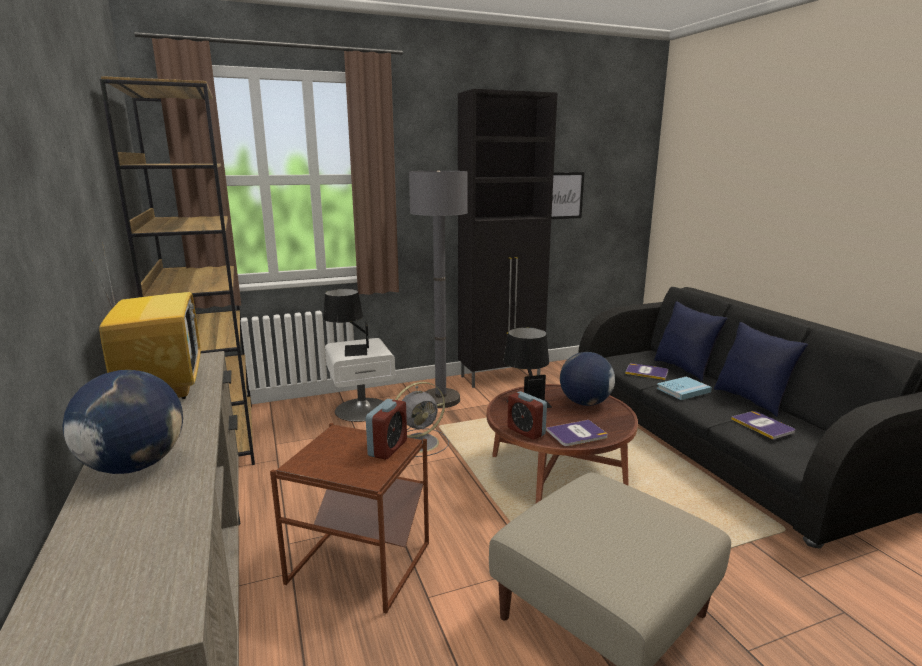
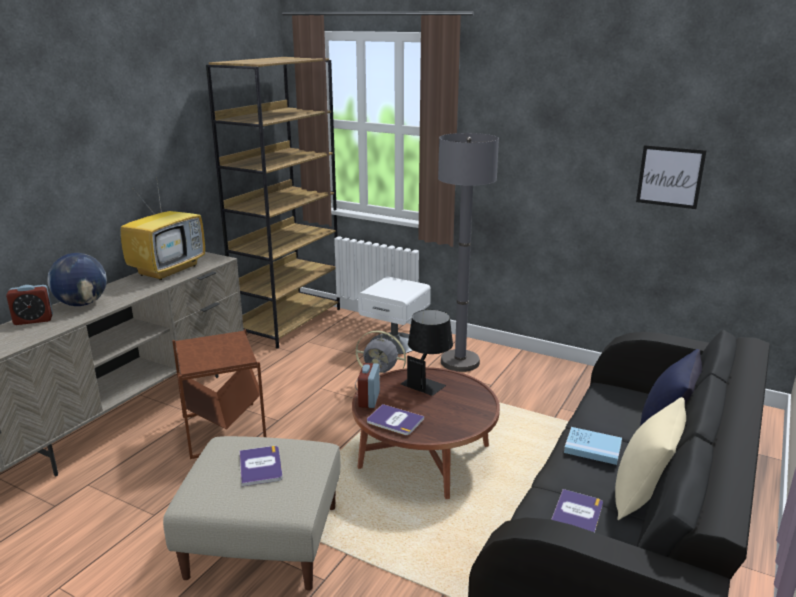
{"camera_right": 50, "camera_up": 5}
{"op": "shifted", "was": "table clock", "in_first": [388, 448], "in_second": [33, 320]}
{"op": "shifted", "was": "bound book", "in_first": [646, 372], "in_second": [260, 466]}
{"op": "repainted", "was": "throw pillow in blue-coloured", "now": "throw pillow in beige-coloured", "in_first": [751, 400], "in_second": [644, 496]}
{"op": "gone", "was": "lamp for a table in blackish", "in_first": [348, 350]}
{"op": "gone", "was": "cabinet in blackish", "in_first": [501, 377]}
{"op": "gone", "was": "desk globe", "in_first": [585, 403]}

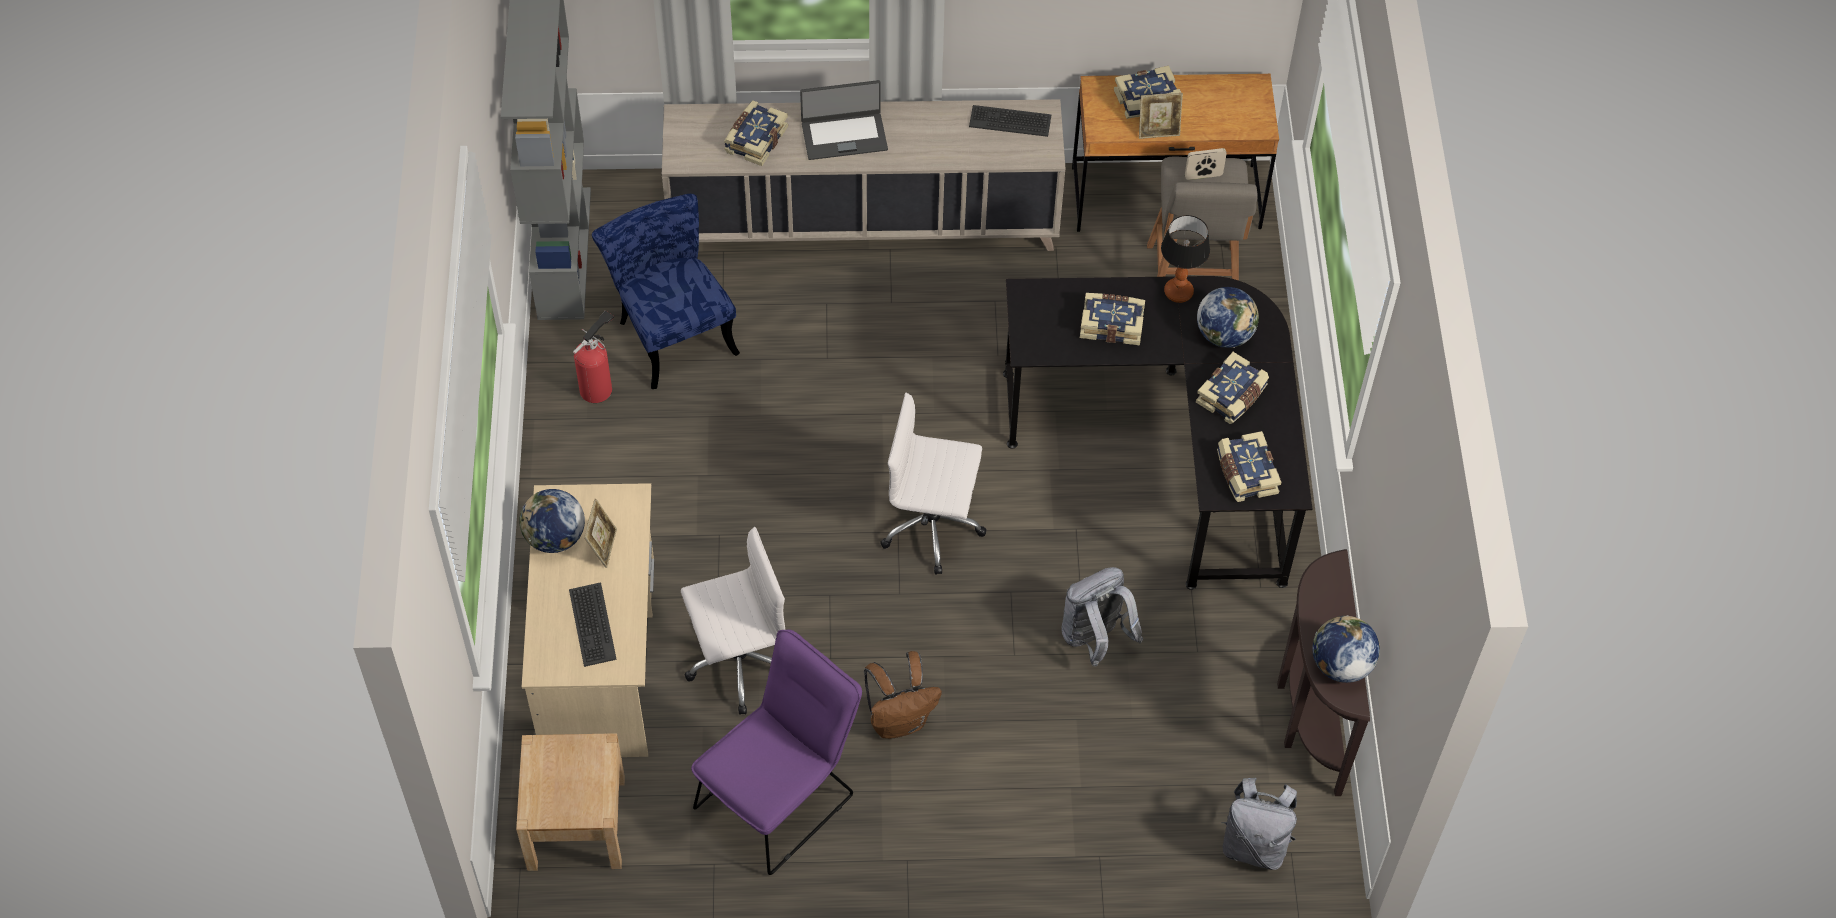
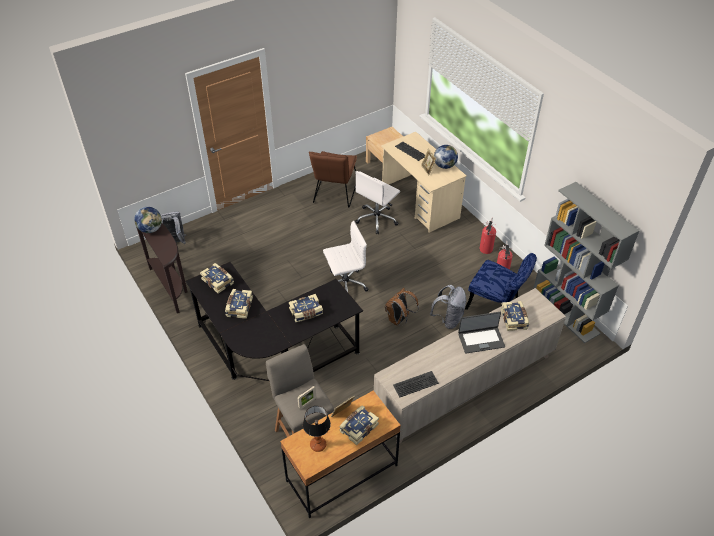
{"camera_right": 150, "camera_up": -10}
{"op": "shifted", "was": "lamp for a table", "in_first": [1179, 292], "in_second": [318, 445]}
{"op": "repainted", "was": "plain chair in purple", "now": "plain chair in brown", "in_first": [782, 795], "in_second": [334, 194]}
{"op": "shifted", "was": "backpack in brown", "in_first": [899, 721], "in_second": [399, 319]}
{"op": "shifted", "was": "backpack in gray", "in_first": [1095, 639], "in_second": [448, 319]}
{"op": "rotated", "was": "laptop", "in_first": [844, 135], "in_second": [481, 340], "clockwise": -150}
{"op": "new", "now": "fire-fighting cylinder", "in_second": [485, 250]}
{"op": "gone", "was": "desk globe", "in_first": [1224, 334]}

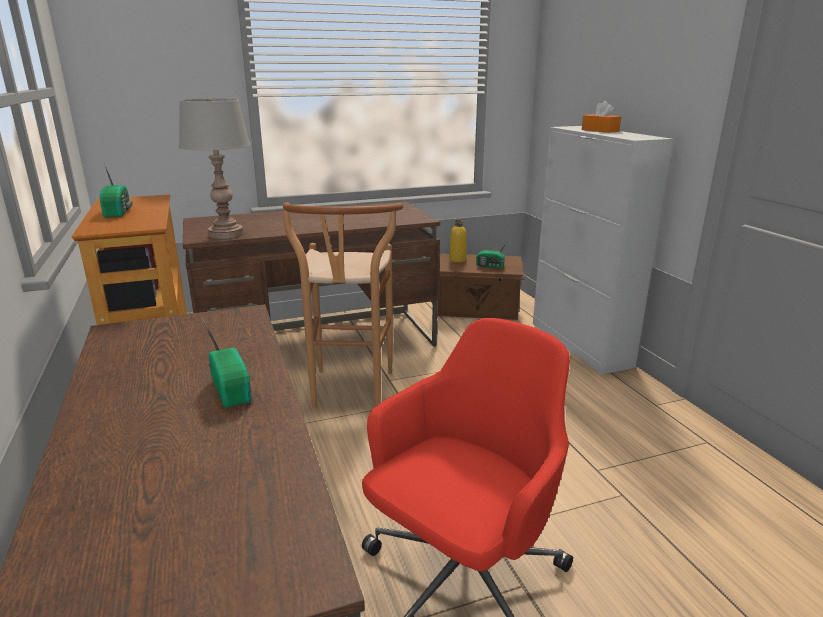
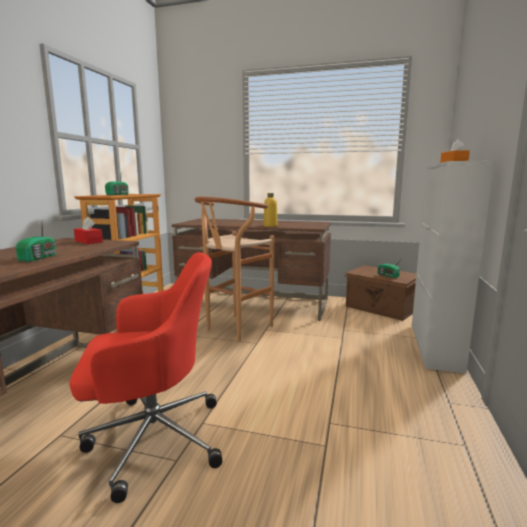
{"camera_right": 35, "camera_up": -10}
{"op": "new", "now": "tissue holder in red", "in_second": [88, 241]}
{"op": "shifted", "was": "drink bottle in yellowish", "in_first": [457, 260], "in_second": [270, 226]}
{"op": "gone", "was": "lamp for a table in gray", "in_first": [226, 234]}

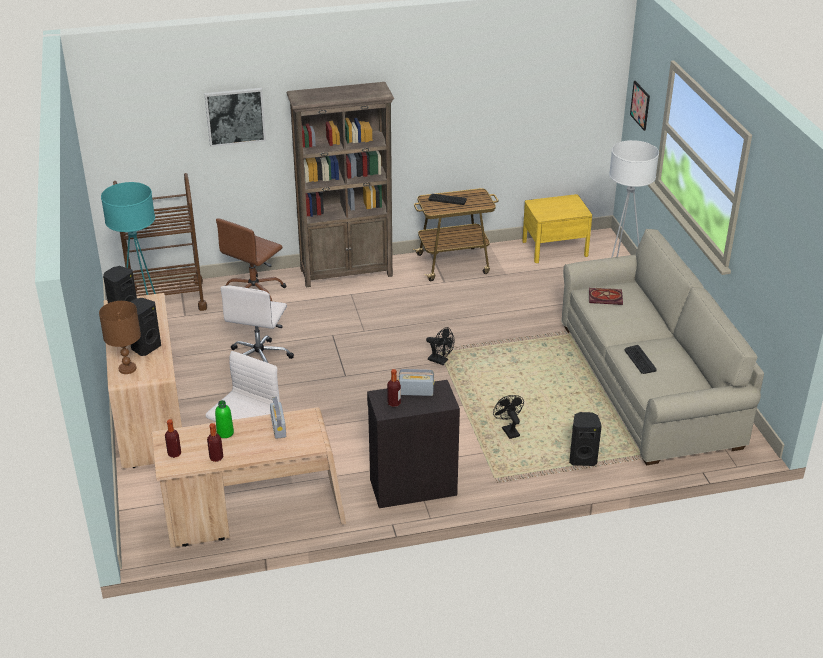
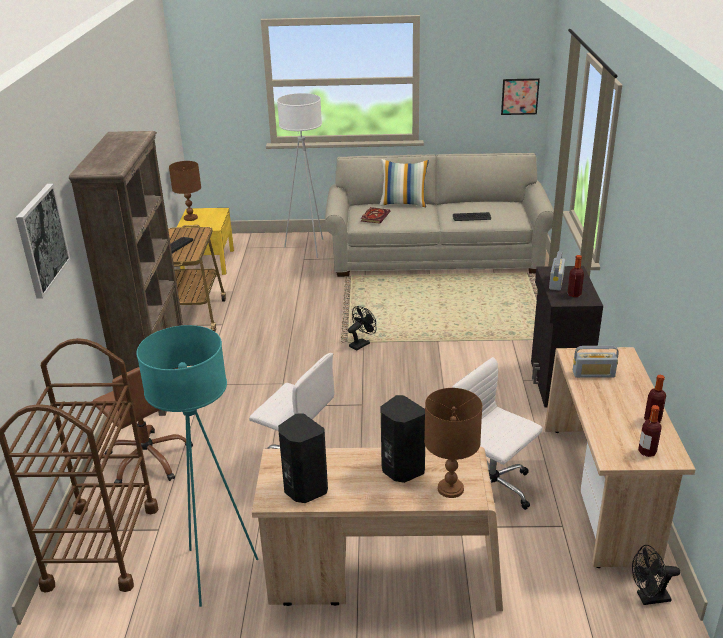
{"camera_right": -75, "camera_up": -5}
{"op": "new", "now": "lamp for a table in brown", "in_second": [190, 218]}
{"op": "new", "now": "throw pillow", "in_second": [403, 203]}
{"op": "shifted", "was": "wall art", "in_first": [640, 105], "in_second": [520, 96]}
{"op": "shifted", "was": "electric fan in blackish", "in_first": [508, 430], "in_second": [648, 598]}
{"op": "gone", "was": "drink bottle in green-coloured", "in_first": [225, 433]}
{"op": "gone", "was": "loudspeaker in blackish", "in_first": [582, 458]}

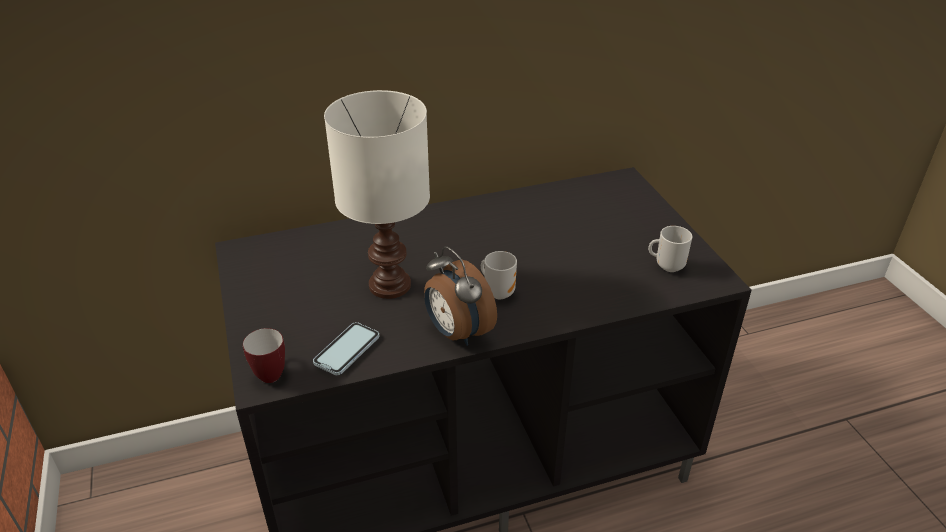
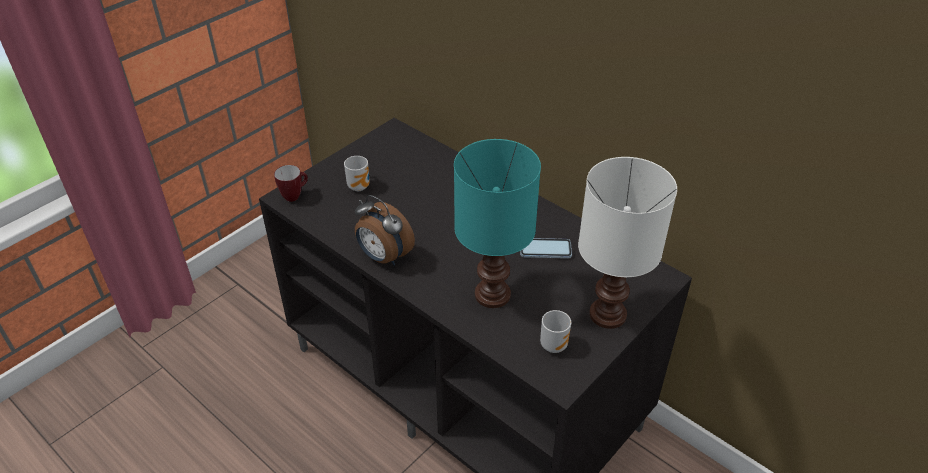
{"camera_right": 60, "camera_up": 5}
{"op": "shifted", "was": "coffee mug", "in_first": [498, 292], "in_second": [360, 186]}
{"op": "rotated", "was": "table clock", "in_first": [457, 333], "in_second": [383, 257], "clockwise": -75}
{"op": "new", "now": "lamp for a table in turquoise-coloured", "in_second": [491, 294]}
{"op": "shifted", "was": "handset", "in_first": [347, 350], "in_second": [545, 249]}
{"op": "shifted", "was": "lamp for a table in whitish", "in_first": [390, 286], "in_second": [607, 315]}

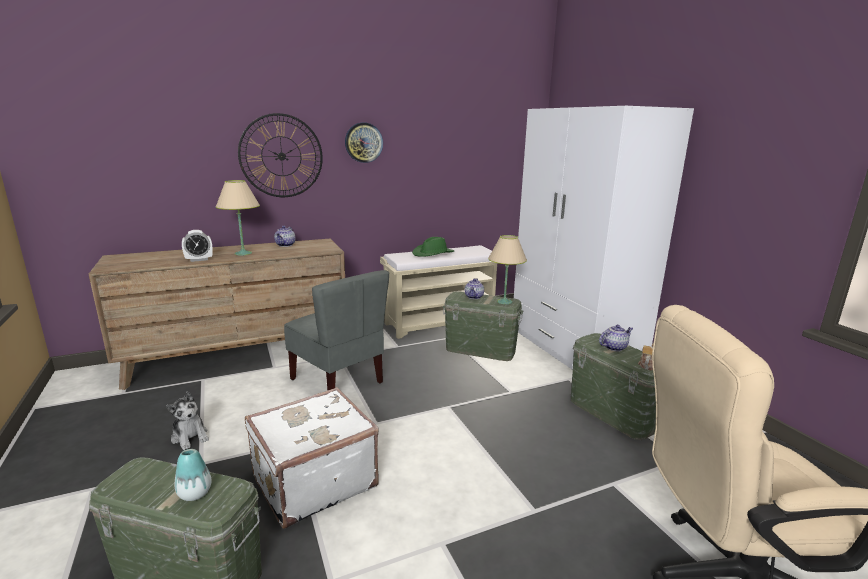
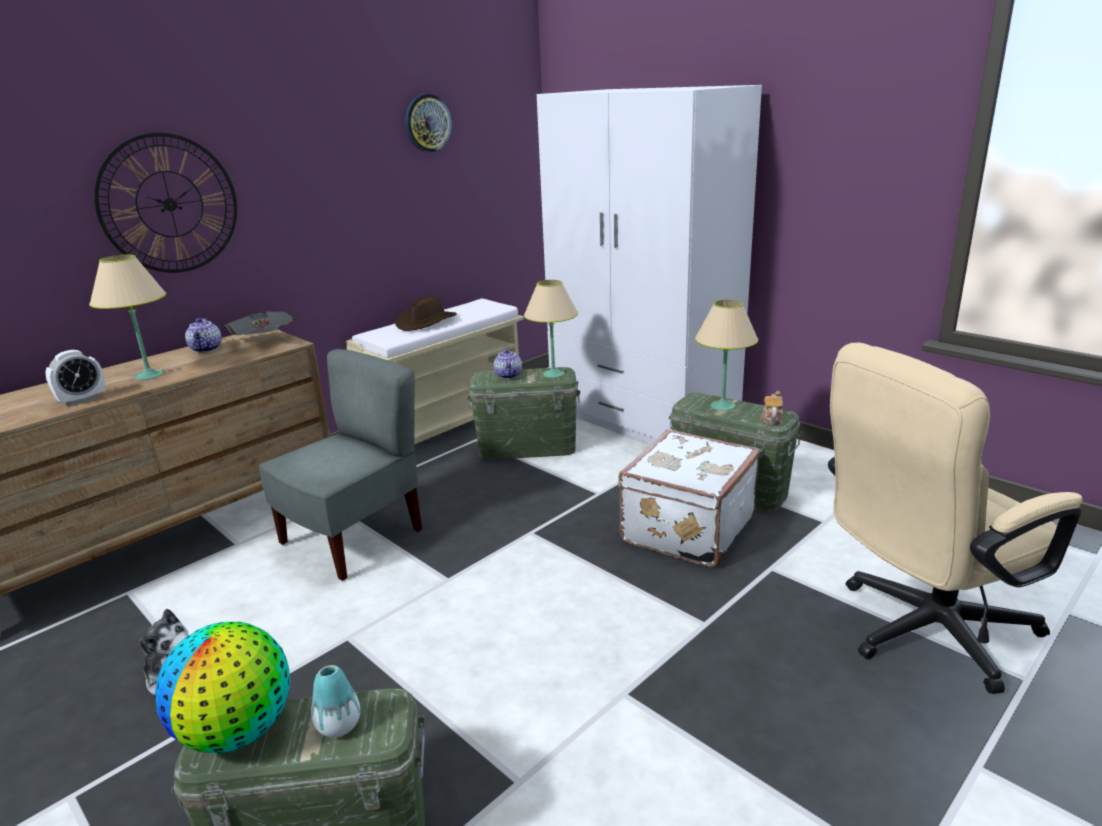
{"camera_right": -20, "camera_up": 5}
{"op": "new", "now": "desk globe", "in_second": [238, 731]}
{"op": "new", "now": "newspaper", "in_second": [264, 341]}
{"op": "rotated", "was": "plain chair in gray", "in_first": [338, 380], "in_second": [354, 538], "clockwise": -75}
{"op": "repainted", "was": "hat in green-coloured", "now": "hat in brown", "in_first": [433, 253], "in_second": [426, 322]}
{"op": "shifted", "was": "clock on the wall", "in_first": [363, 142], "in_second": [427, 123]}
{"op": "shifted", "was": "piece of luggage in whitish", "in_first": [313, 480], "in_second": [685, 528]}
{"op": "swapped", "was": "teapot", "now": "lamp for a table in beige-coloured", "in_first": [614, 347], "in_second": [722, 406]}

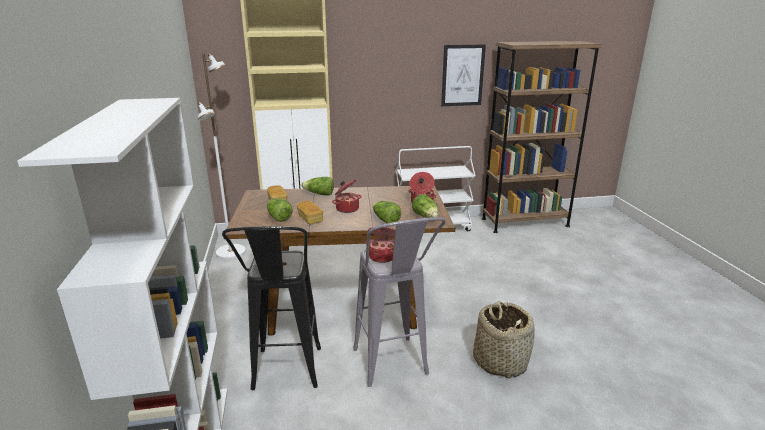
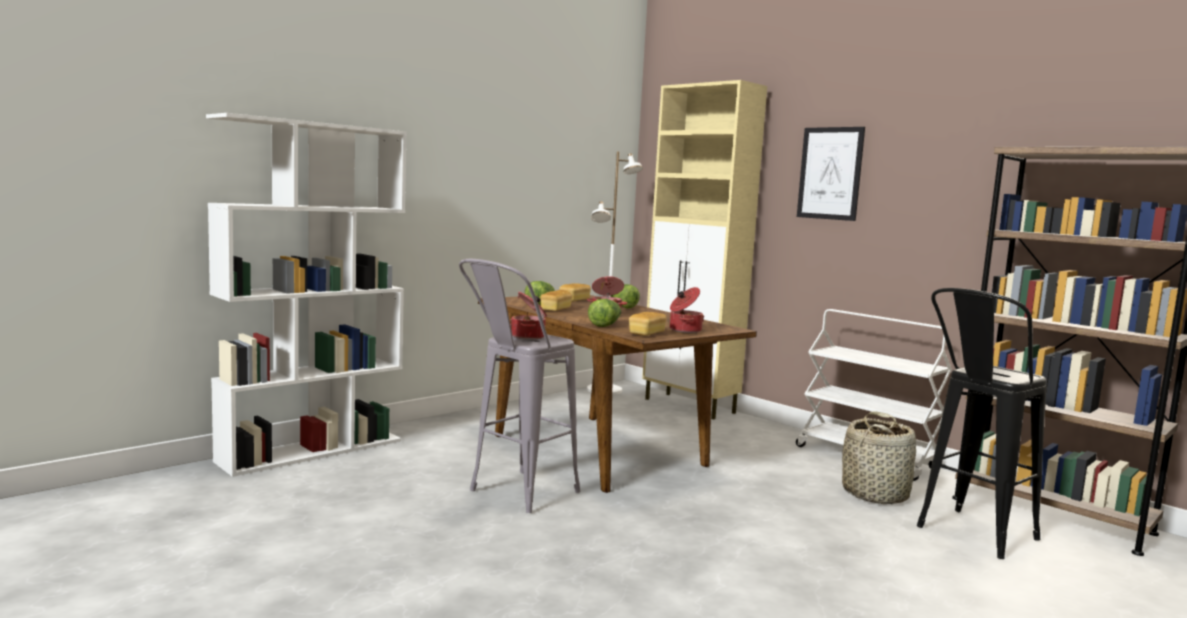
{"camera_right": 55, "camera_up": -15}
{"op": "swapped", "was": "lettuce head", "now": "baked bread", "in_first": [426, 217], "in_second": [647, 333]}
{"op": "shifted", "was": "wall art", "in_first": [462, 75], "in_second": [830, 173]}
{"op": "shifted", "was": "storage basket", "in_first": [500, 361], "in_second": [875, 494]}
{"op": "shifted", "was": "stool seat in blackish", "in_first": [286, 377], "in_second": [968, 537]}

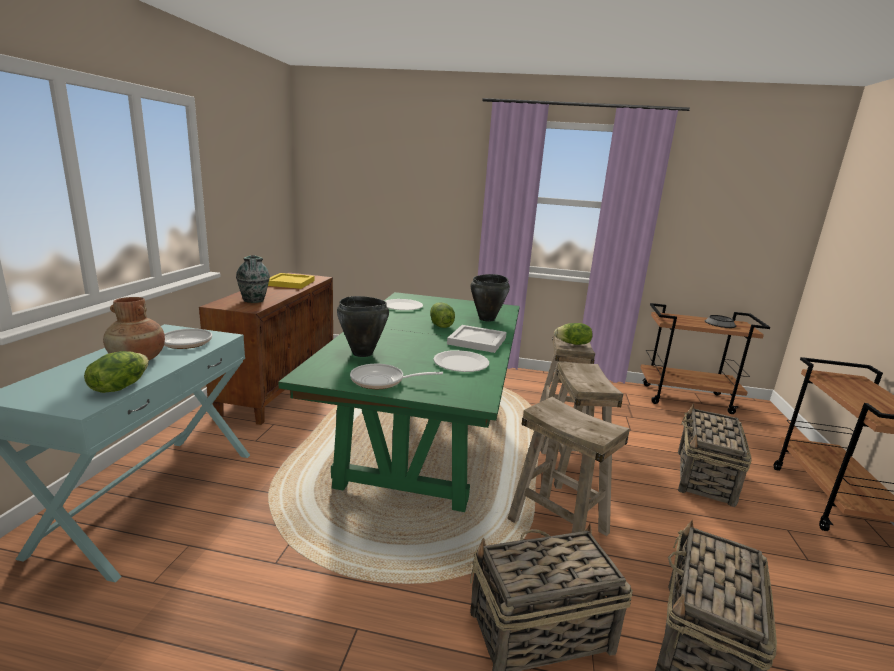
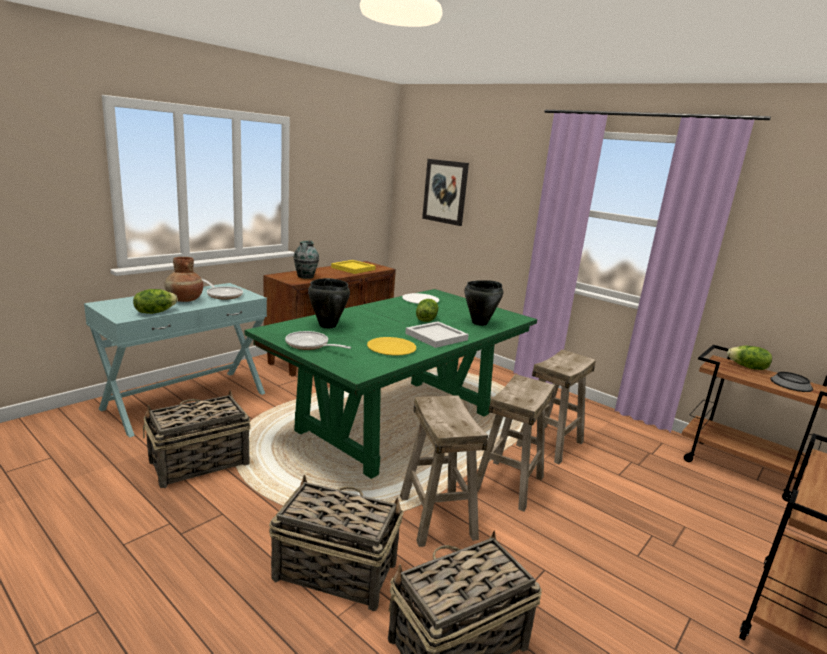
{"camera_right": 30, "camera_up": 0}
{"op": "shifted", "was": "storage basket", "in_first": [704, 478], "in_second": [198, 463]}
{"op": "repainted", "was": "plate in whitish", "now": "plate in yellowish", "in_first": [461, 363], "in_second": [391, 348]}
{"op": "new", "now": "wall art", "in_second": [445, 192]}
{"op": "shifted", "was": "lettuce head", "in_first": [573, 344], "in_second": [747, 367]}

